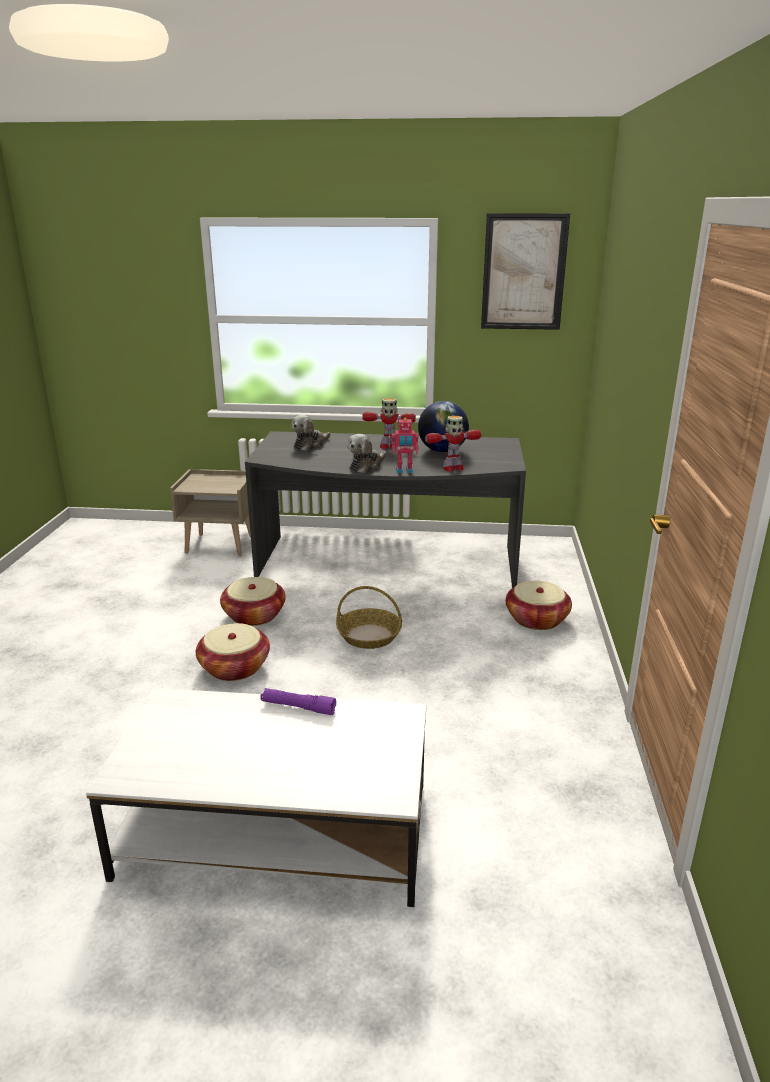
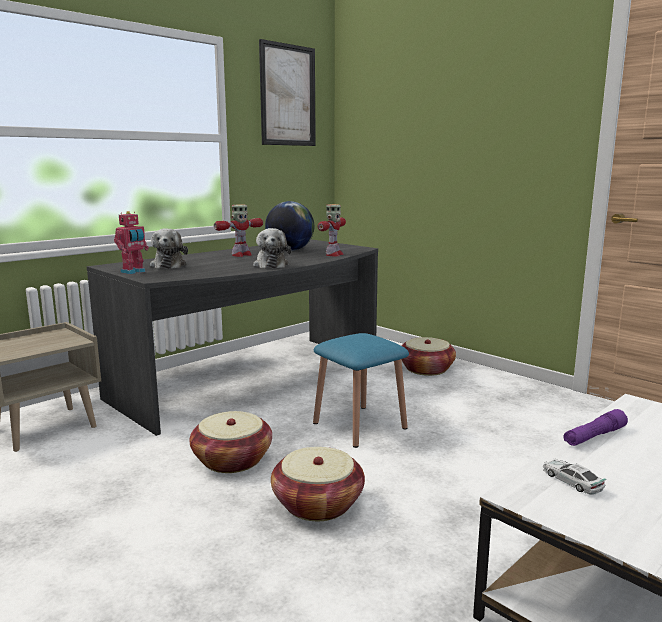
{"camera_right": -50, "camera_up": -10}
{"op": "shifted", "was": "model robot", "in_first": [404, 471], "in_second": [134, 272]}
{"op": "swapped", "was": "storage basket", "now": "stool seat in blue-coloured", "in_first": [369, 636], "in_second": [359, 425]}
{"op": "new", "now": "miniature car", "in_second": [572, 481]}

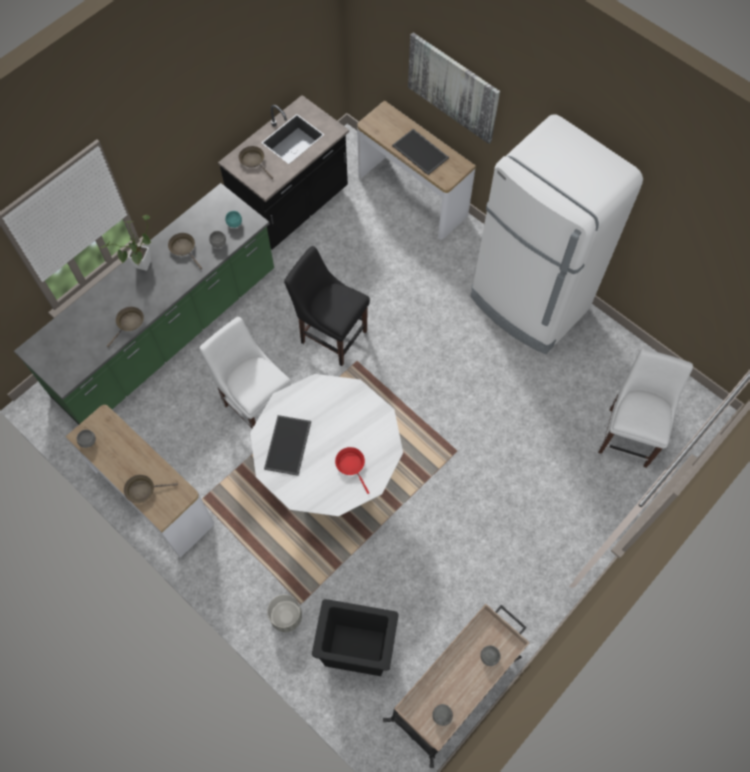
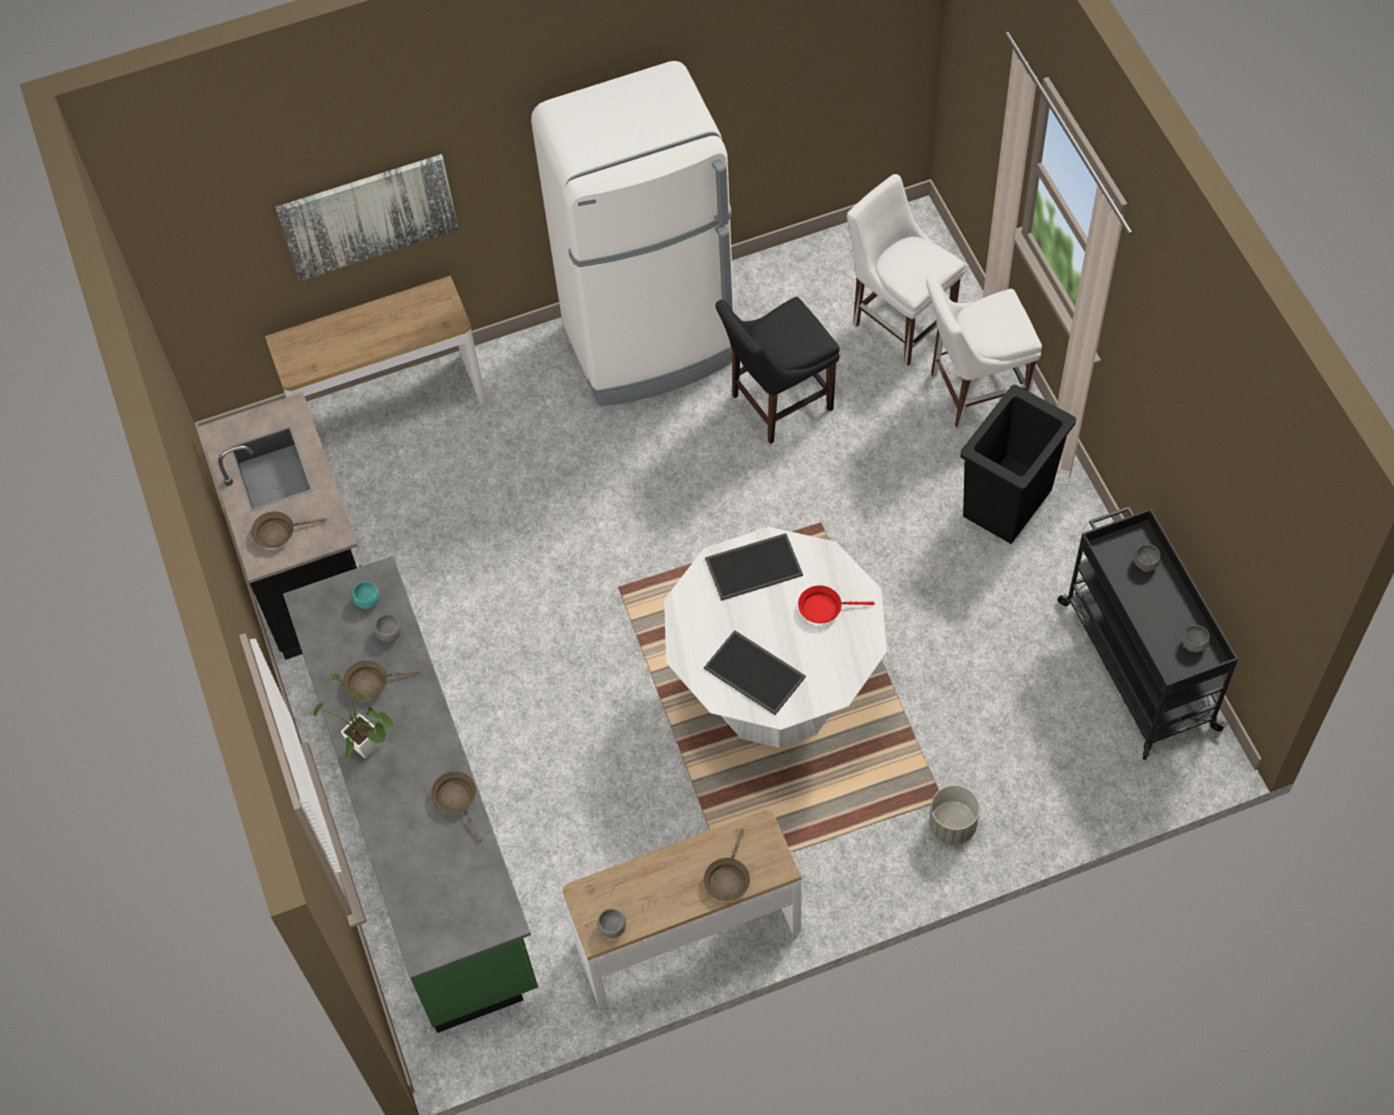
{"camera_right": -60, "camera_up": -5}
{"op": "shifted", "was": "tray", "in_first": [421, 152], "in_second": [754, 565]}
{"op": "shifted", "was": "plain chair in blackish", "in_first": [331, 335], "in_second": [777, 404]}
{"op": "shifted", "was": "plain chair in whitish", "in_first": [256, 404], "in_second": [973, 391]}
{"op": "shifted", "was": "waste bin in blackish", "in_first": [357, 651], "in_second": [1008, 503]}
{"op": "repainted", "was": "trolley in beige-coloured", "now": "trolley in blackish", "in_first": [455, 688], "in_second": [1136, 663]}

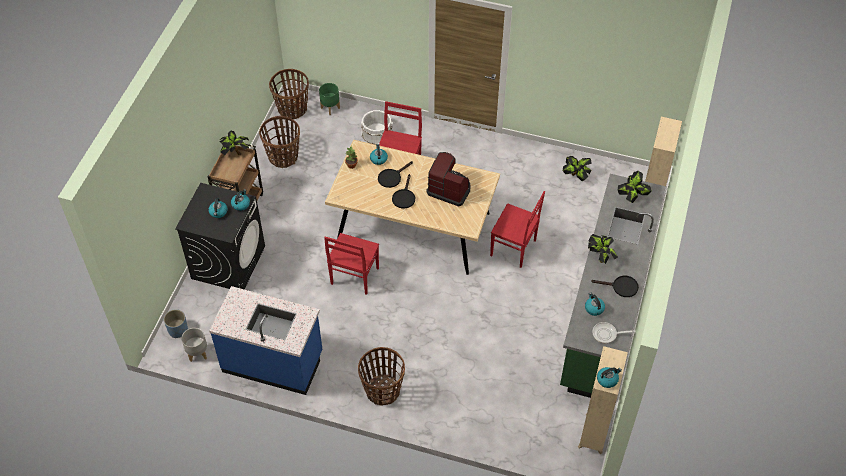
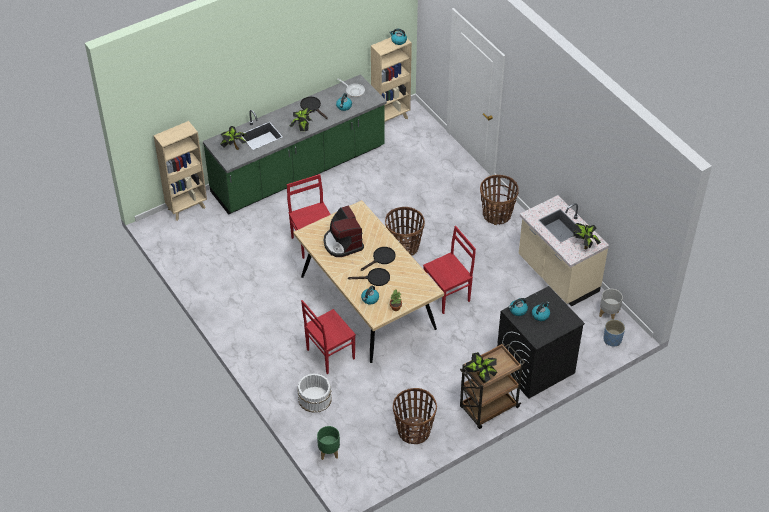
{"camera_right": -140, "camera_up": -5}
{"op": "shifted", "was": "storage basket", "in_first": [292, 109], "in_second": [404, 247]}
{"op": "repainted", "was": "kitchen base unit in blue-coloured", "now": "kitchen base unit in beige-coloured", "in_first": [273, 362], "in_second": [557, 275]}
{"op": "shifted", "was": "houseplant", "in_first": [576, 176], "in_second": [584, 245]}

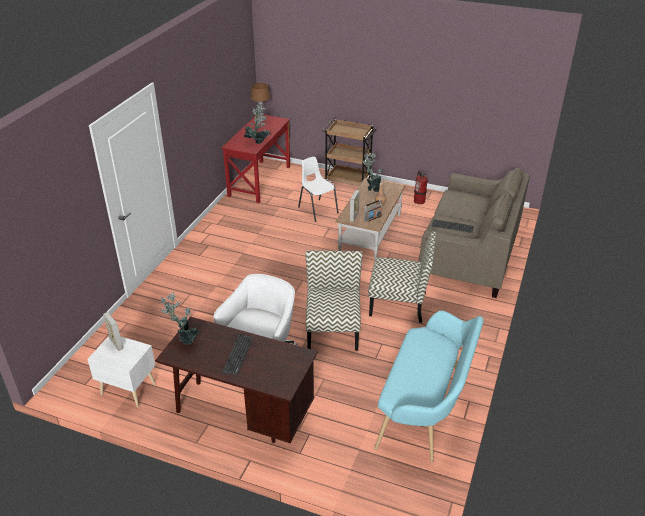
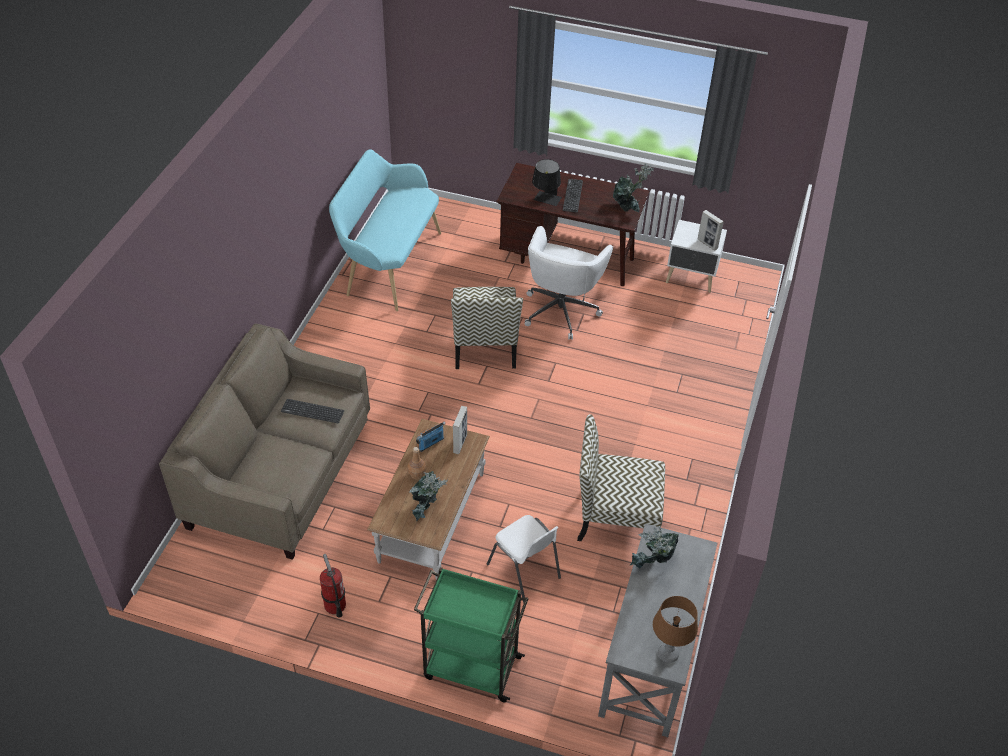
{"camera_right": 175, "camera_up": 10}
{"op": "repainted", "was": "trolley in brown", "now": "trolley in green-coloured", "in_first": [348, 181], "in_second": [470, 667]}
{"op": "new", "now": "lamp for a table in blackish", "in_second": [546, 201]}
{"op": "shifted", "was": "plain chair", "in_first": [399, 304], "in_second": [615, 517]}
{"op": "repainted", "was": "desk table in red", "now": "desk table in gray", "in_first": [259, 181], "in_second": [650, 659]}

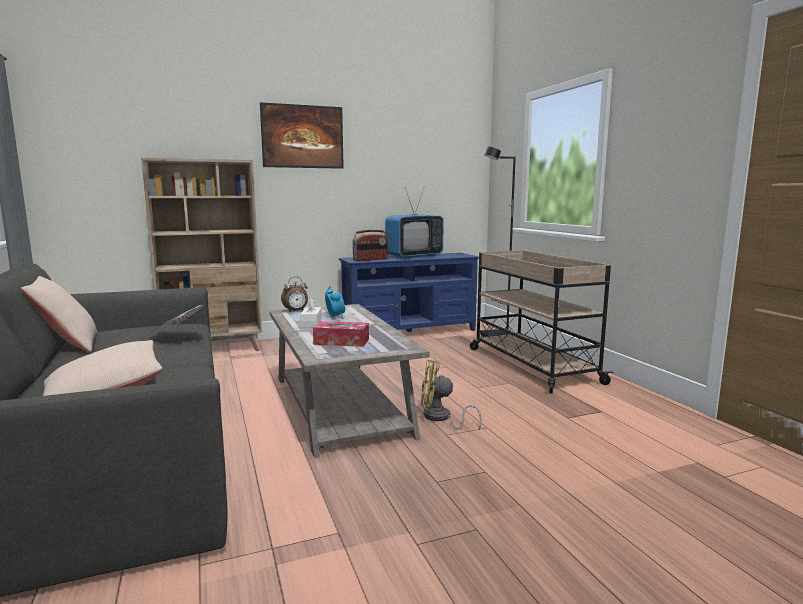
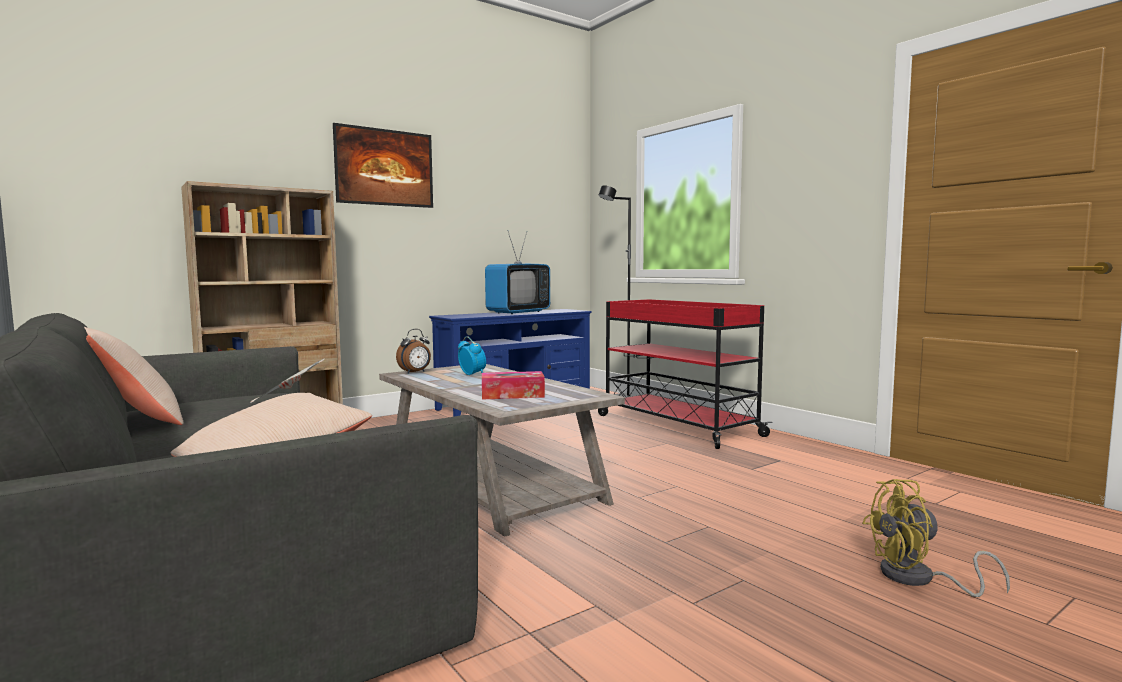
{"camera_right": -15, "camera_up": -5}
{"op": "repainted", "was": "trolley in beige-coloured", "now": "trolley in red", "in_first": [531, 365], "in_second": [676, 425]}
{"op": "shifted", "was": "electric fan in yellowish", "in_first": [440, 418], "in_second": [918, 579]}
{"op": "gone", "was": "tissue holder in whitish", "in_first": [311, 323]}
{"op": "gone", "was": "radio", "in_first": [370, 259]}

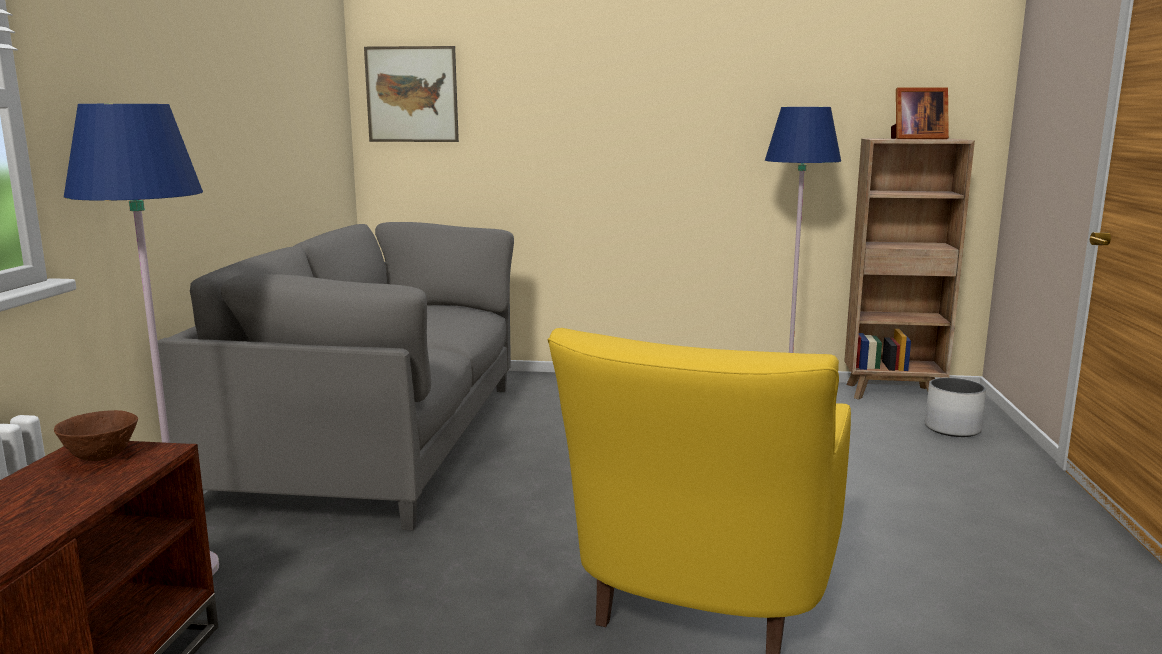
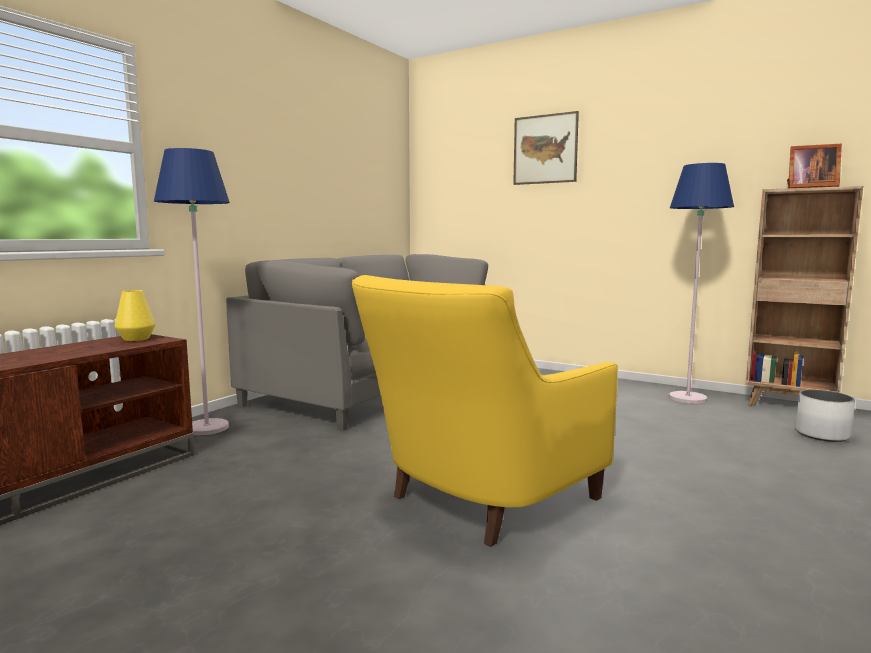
{"camera_right": 25, "camera_up": -5}
{"op": "swapped", "was": "serving bowl in brown", "now": "vase in yellowish", "in_first": [101, 457], "in_second": [136, 339]}
{"op": "shifted", "was": "wall art", "in_first": [412, 94], "in_second": [545, 149]}

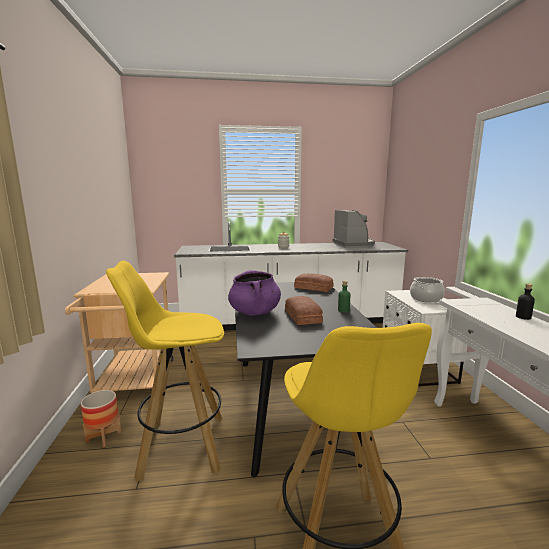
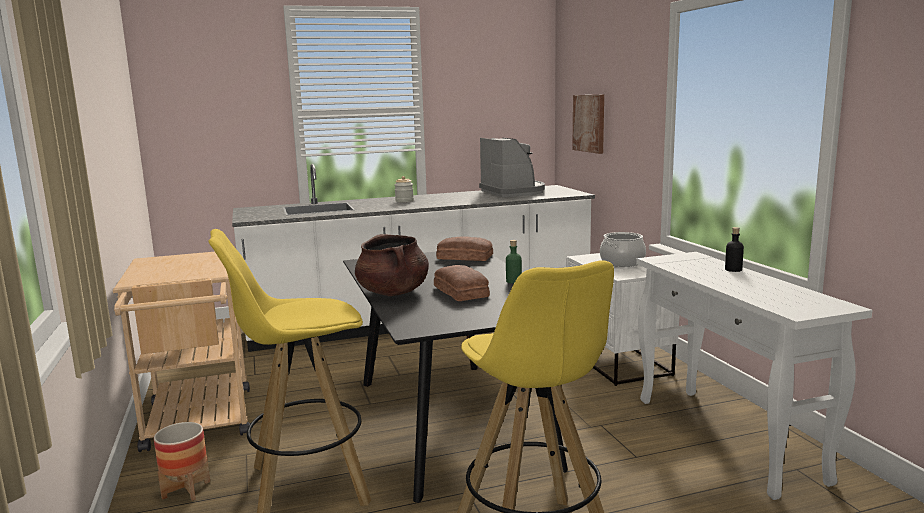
{"camera_right": -10, "camera_up": 0}
{"op": "repainted", "was": "stockpot in purple", "now": "stockpot in brown", "in_first": [255, 312], "in_second": [393, 292]}
{"op": "new", "now": "wall art", "in_second": [589, 123]}

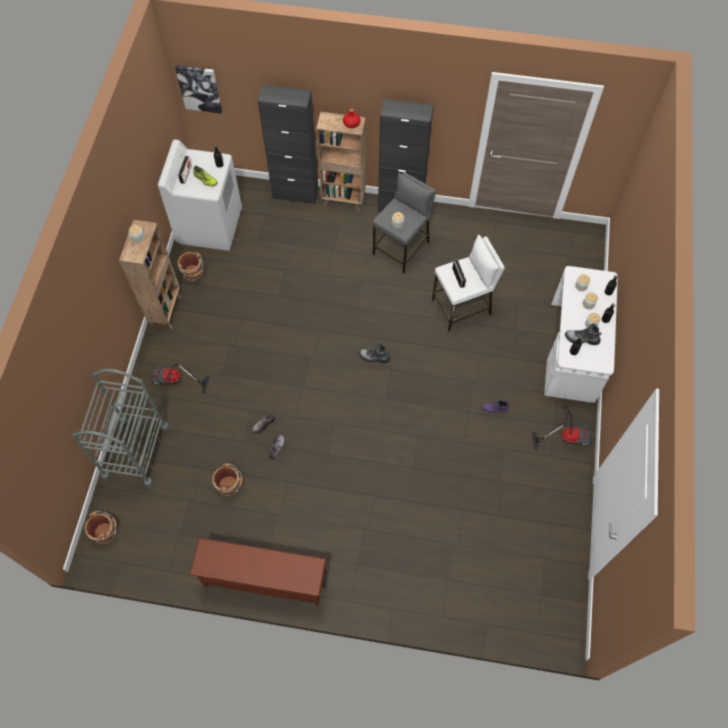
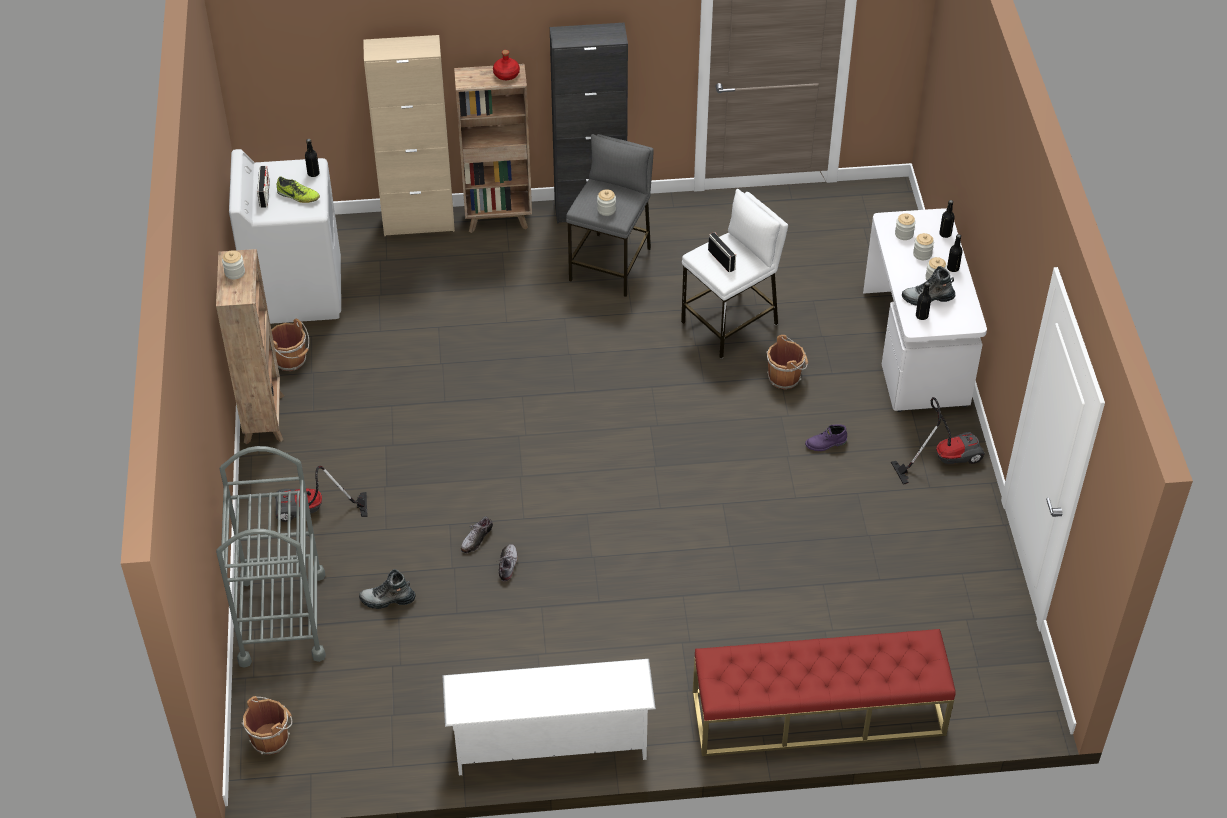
{"camera_right": -15, "camera_up": -15}
{"op": "shifted", "was": "tall boot", "in_first": [374, 357], "in_second": [387, 600]}
{"op": "repainted", "was": "cabinet in blackish", "now": "cabinet in beige-coloured", "in_first": [295, 193], "in_second": [418, 223]}
{"op": "repainted", "was": "shoe stand in brown", "now": "shoe stand in whitish", "in_first": [264, 580], "in_second": [550, 745]}
{"op": "new", "now": "bench in red", "in_second": [817, 713]}
{"op": "shifted", "was": "water bucket in brown", "in_first": [230, 485], "in_second": [785, 377]}
{"op": "gone", "was": "wall art", "in_first": [199, 88]}

